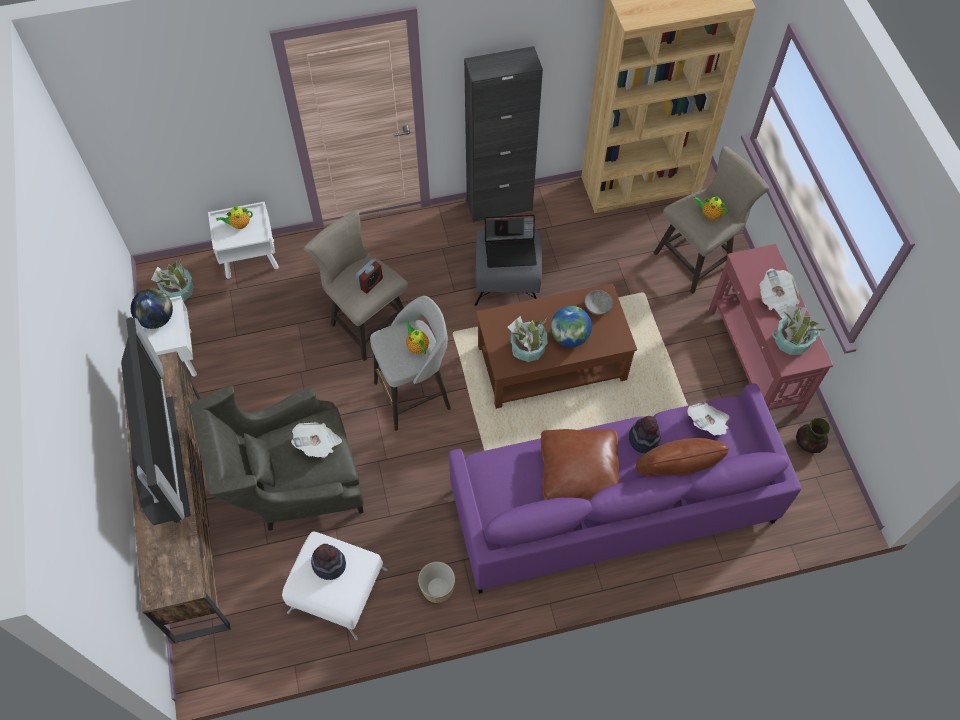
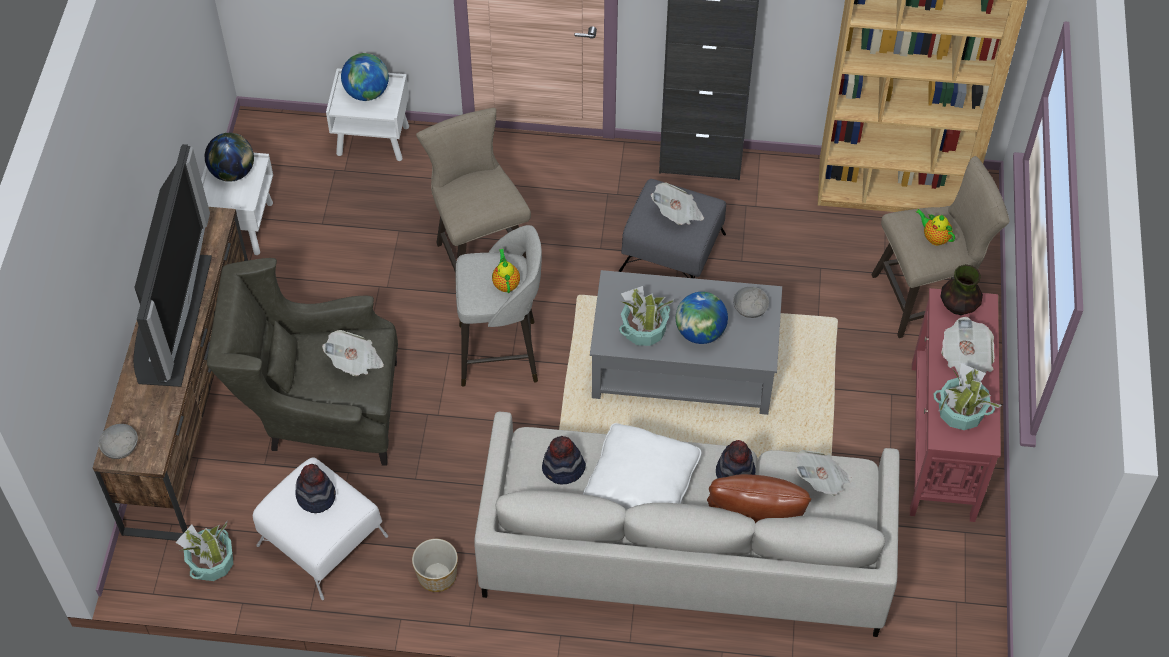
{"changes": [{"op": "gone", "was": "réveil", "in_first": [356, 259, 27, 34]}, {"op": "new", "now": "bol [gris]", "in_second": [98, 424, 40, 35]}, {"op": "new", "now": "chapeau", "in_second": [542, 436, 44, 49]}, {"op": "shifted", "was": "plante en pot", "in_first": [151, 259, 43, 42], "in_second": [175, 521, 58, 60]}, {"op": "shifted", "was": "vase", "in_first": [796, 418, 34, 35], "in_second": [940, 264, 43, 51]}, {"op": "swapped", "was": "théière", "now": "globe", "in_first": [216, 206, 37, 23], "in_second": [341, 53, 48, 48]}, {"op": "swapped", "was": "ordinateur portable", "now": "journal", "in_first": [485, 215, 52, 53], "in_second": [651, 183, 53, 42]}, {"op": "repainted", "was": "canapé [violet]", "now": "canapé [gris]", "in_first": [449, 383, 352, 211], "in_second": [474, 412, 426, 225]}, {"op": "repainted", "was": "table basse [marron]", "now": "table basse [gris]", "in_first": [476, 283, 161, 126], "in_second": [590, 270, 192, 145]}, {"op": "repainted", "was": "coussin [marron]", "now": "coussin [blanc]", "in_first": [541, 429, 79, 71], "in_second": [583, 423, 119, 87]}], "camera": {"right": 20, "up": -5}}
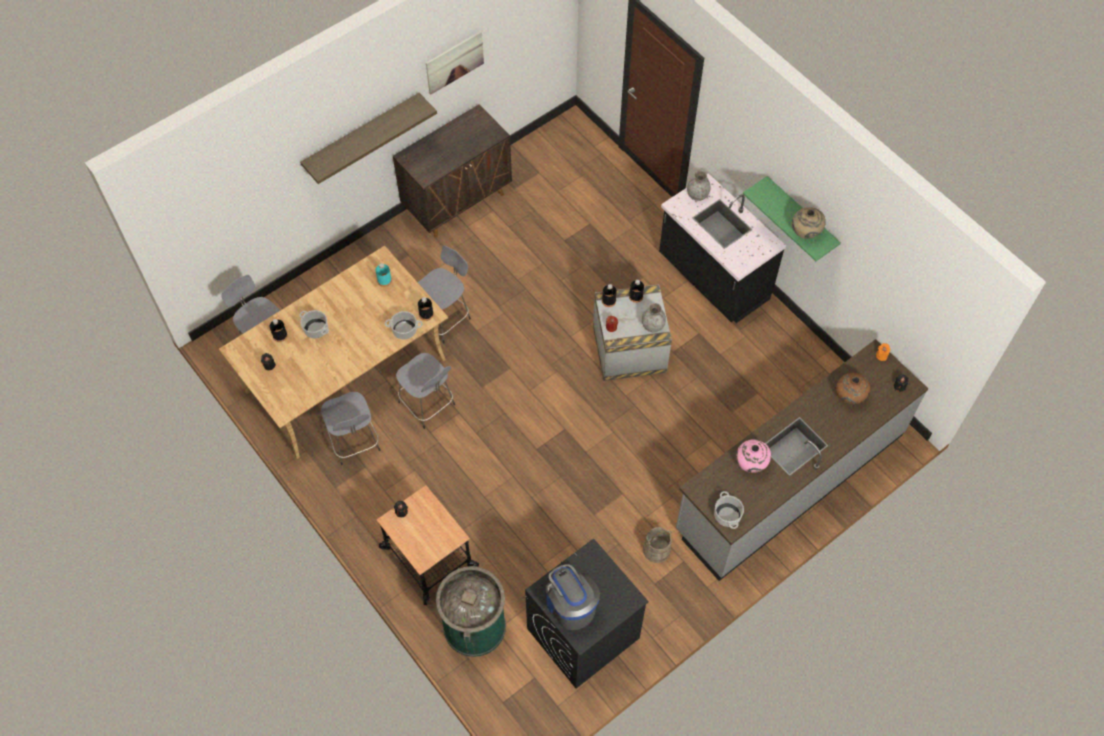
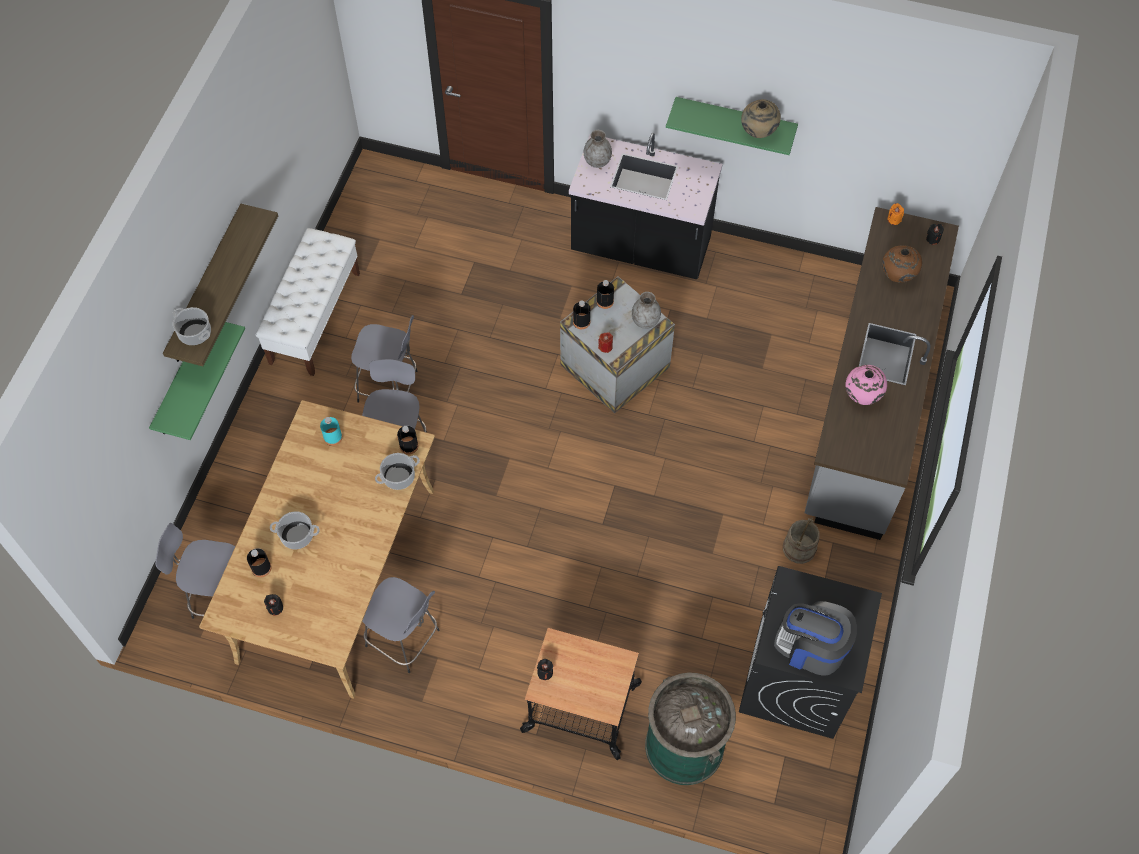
{"changes": [{"op": "gone", "was": "tableau", "in_first": [426, 31, 58, 64]}, {"op": "new", "now": "étagère [vert]", "in_second": [149, 322, 96, 118]}, {"op": "shifted", "was": "tabouret [gris]", "in_first": [396, 353, 59, 76], "in_second": [351, 315, 67, 88]}, {"op": "shifted", "was": "marmite", "in_first": [714, 491, 30, 38], "in_second": [173, 307, 38, 38]}, {"op": "swapped", "was": "meuble de rangement [marron]", "now": "banc [blanc]", "in_first": [393, 104, 119, 134], "in_second": [256, 228, 104, 148]}], "camera": {"right": -35, "up": 0}}
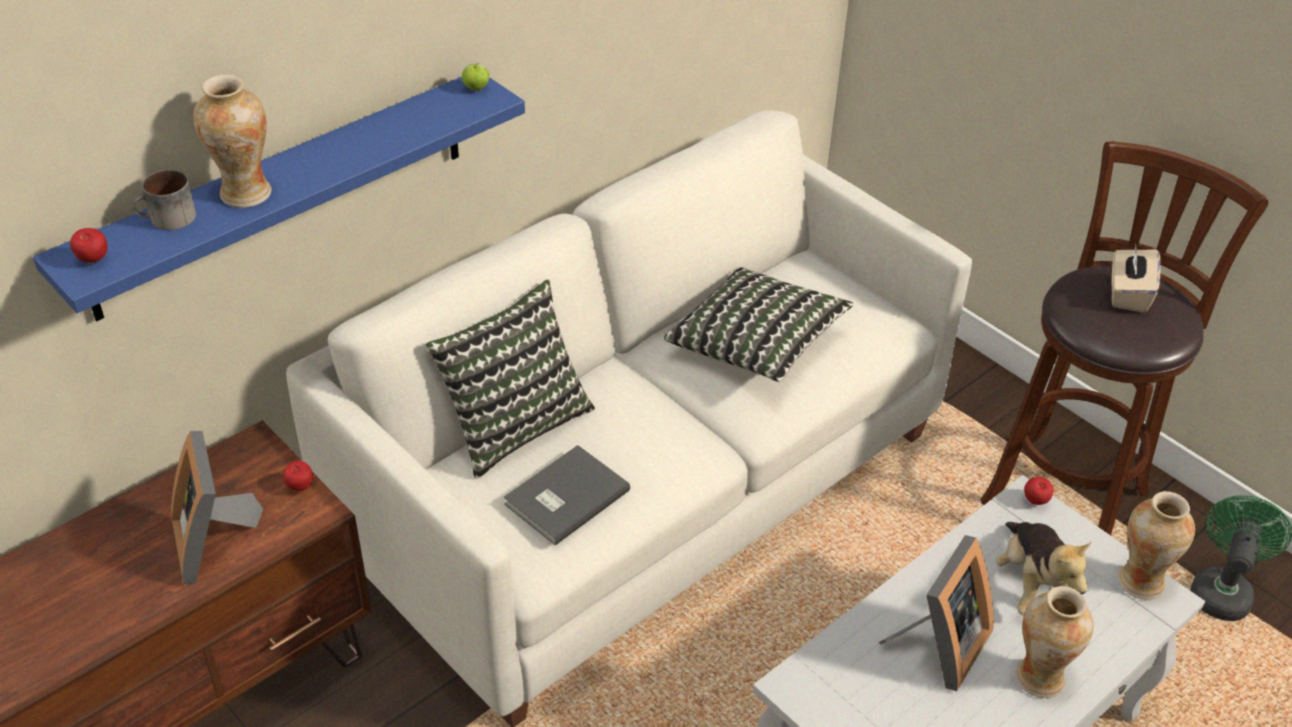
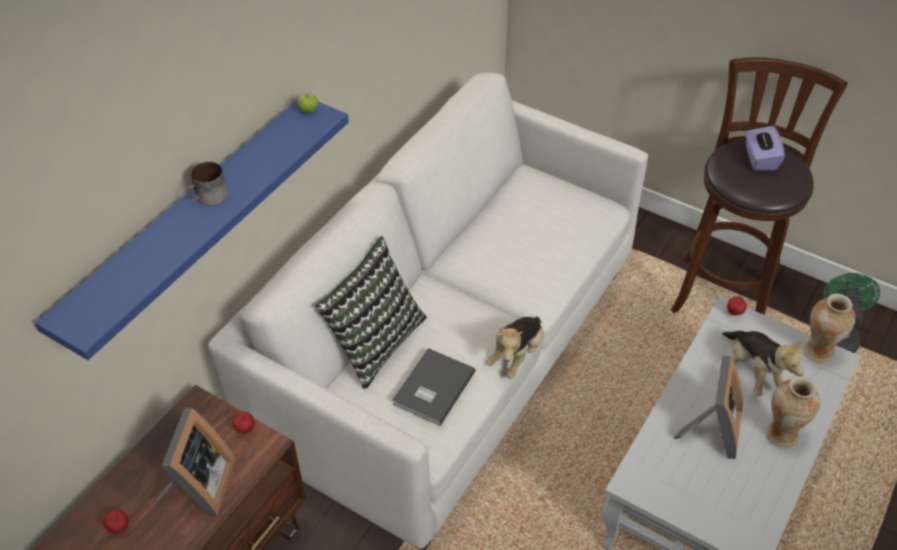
{"changes": [{"op": "gone", "was": "vase", "in_first": [193, 75, 79, 133]}, {"op": "gone", "was": "coussin", "in_first": [664, 267, 190, 115]}, {"op": "new", "now": "peluche", "in_second": [486, 316, 58, 63]}, {"op": "shifted", "was": "pomme", "in_first": [70, 228, 38, 35], "in_second": [103, 510, 26, 24]}, {"op": "shifted", "was": "mug", "in_first": [131, 170, 65, 60], "in_second": [186, 161, 42, 45]}, {"op": "repainted", "was": "boîte à mouchoirs [beige]", "now": "boîte à mouchoirs [violet]", "in_first": [1112, 245, 49, 68], "in_second": [745, 126, 40, 45]}, {"op": "rotated", "was": "cadre photo", "in_first": [171, 431, 92, 153], "in_second": [155, 408, 81, 109], "clockwise": -135}], "camera": {"right": -15, "up": 5}}
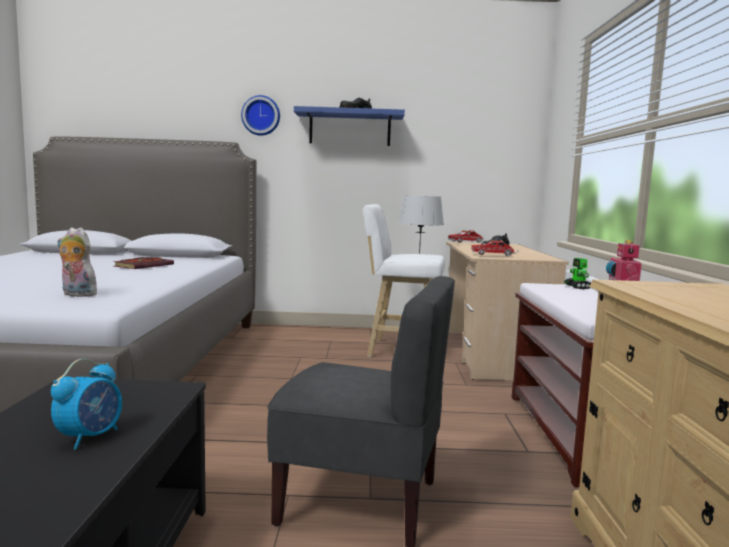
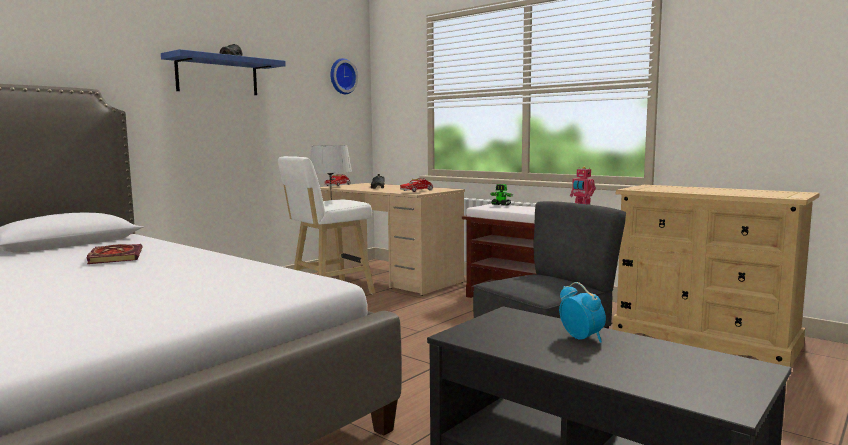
{"changes": [{"op": "gone", "was": "peluche", "in_first": [57, 228, 40, 69]}, {"op": "shifted", "was": "horloge murale", "in_first": [241, 95, 39, 41], "in_second": [330, 58, 28, 36]}], "camera": {"right": -50, "up": 0}}
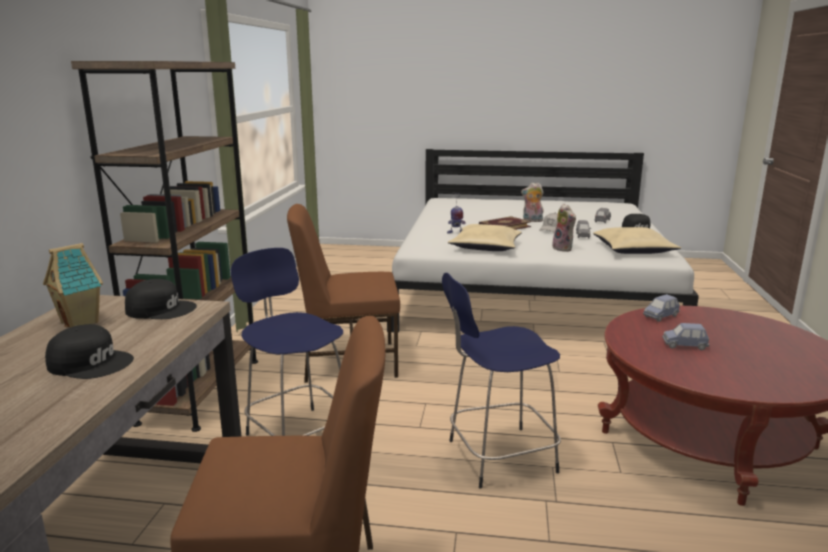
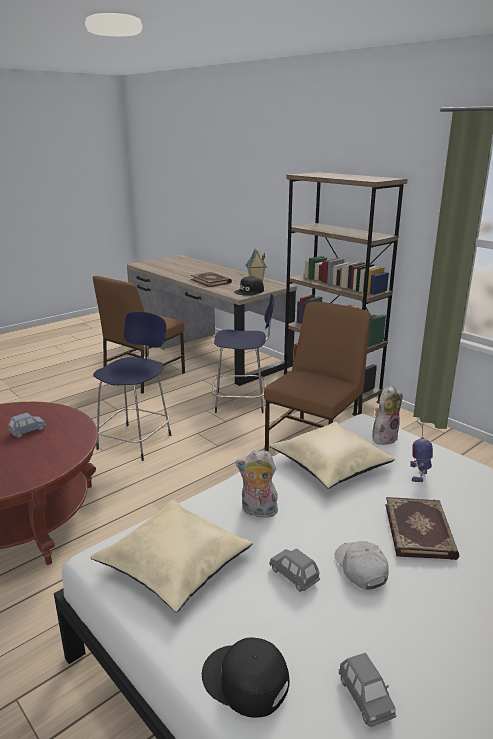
{"changes": [{"op": "gone", "was": "petite voiture [bleu]", "in_first": [643, 294, 37, 28]}, {"op": "shifted", "was": "peluche", "in_first": [521, 183, 23, 39], "in_second": [372, 386, 30, 60]}, {"op": "swapped", "was": "casquette [noir]", "now": "livre", "in_first": [45, 324, 89, 55], "in_second": [190, 272, 42, 15]}], "camera": {"right": 130, "up": 5}}
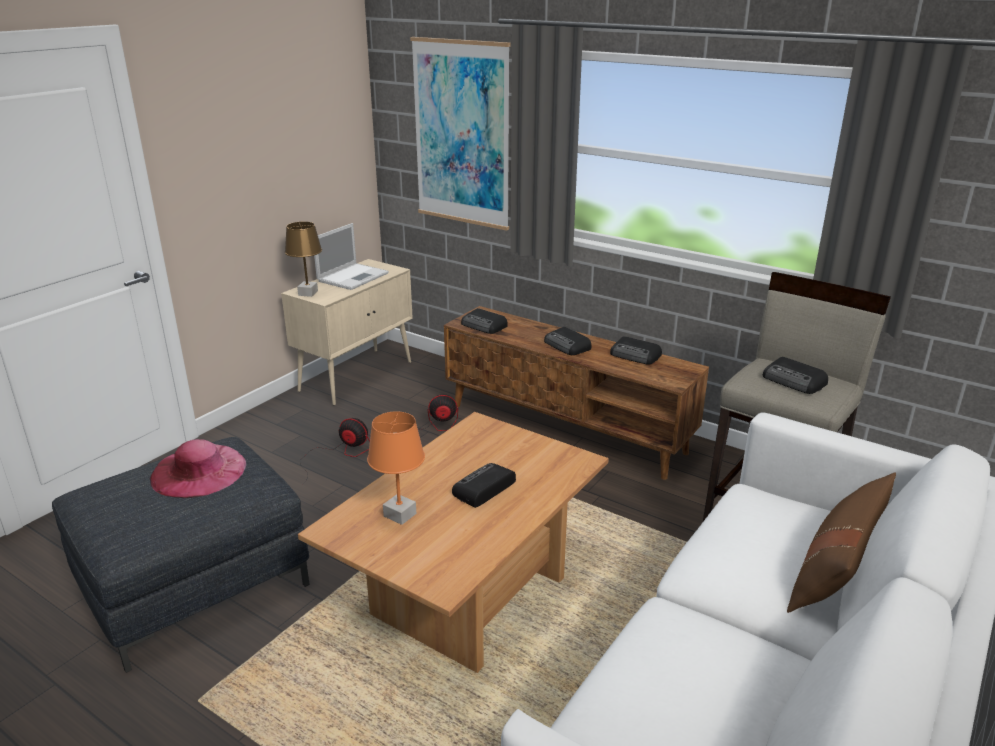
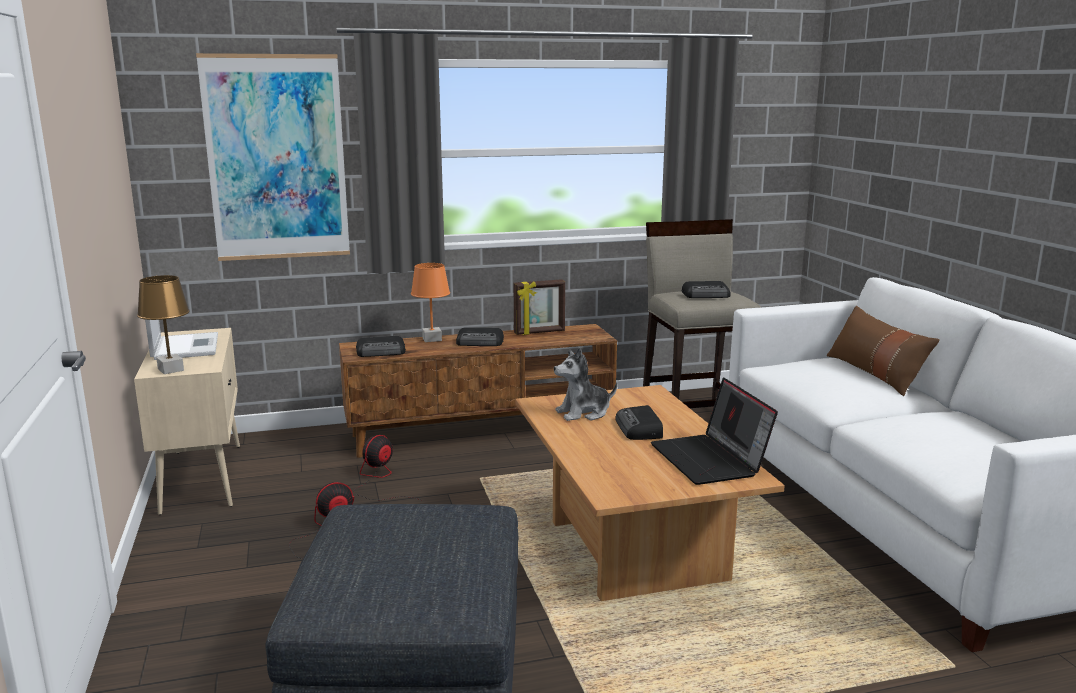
{"changes": [{"op": "gone", "was": "chapeau [rose]", "in_first": [150, 439, 96, 59]}, {"op": "new", "now": "peluche", "in_second": [554, 348, 63, 73]}, {"op": "new", "now": "ordinateur portable", "in_second": [651, 377, 127, 108]}, {"op": "shifted", "was": "lampe de table [orange]", "in_first": [367, 411, 58, 114], "in_second": [411, 263, 39, 79]}, {"op": "swapped", "was": "radio", "now": "cadre photo", "in_first": [610, 336, 52, 29], "in_second": [514, 279, 51, 56]}], "camera": {"right": -50, "up": -10}}
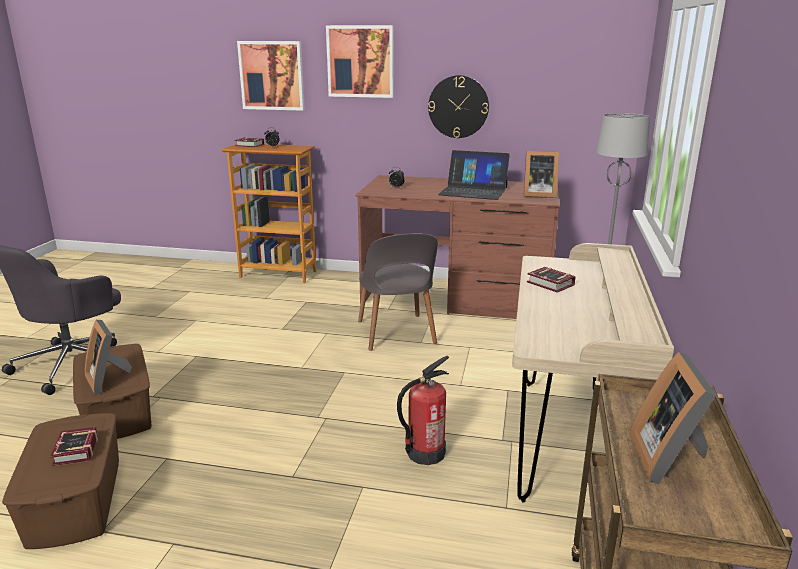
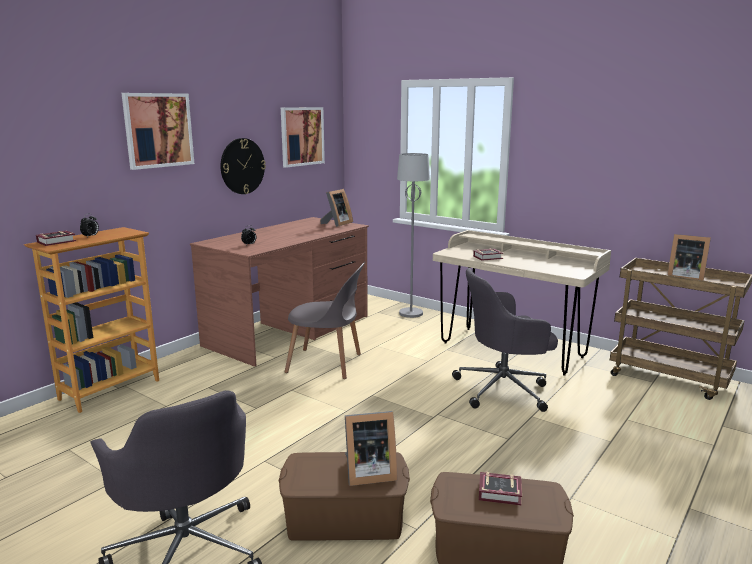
{"changes": [{"op": "gone", "was": "ordinateur portable", "in_first": [438, 150, 72, 50]}, {"op": "shifted", "was": "tableau", "in_first": [237, 41, 68, 70], "in_second": [281, 107, 44, 61]}, {"op": "swapped", "was": "extincteur", "now": "chaise de bureau [gris]", "in_first": [397, 356, 52, 109], "in_second": [452, 268, 106, 144]}], "camera": {"right": -65, "up": -5}}
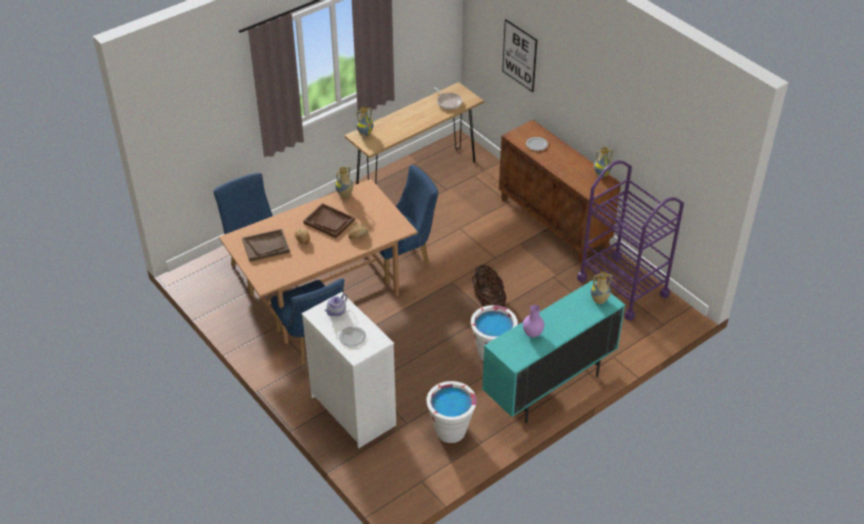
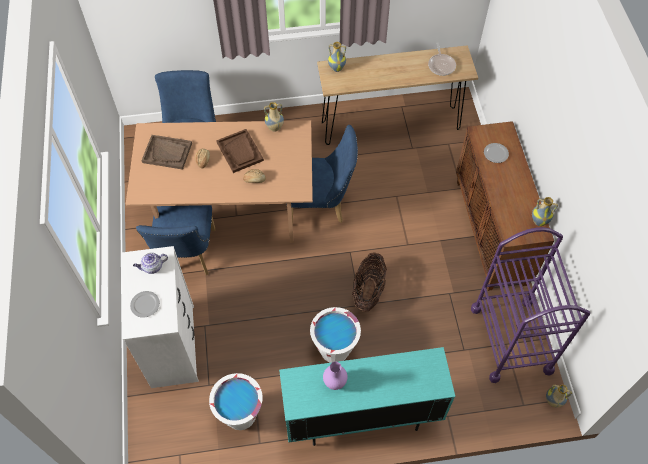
{"changes": [{"op": "gone", "was": "tableau", "in_first": [502, 19, 35, 73]}, {"op": "shifted", "was": "vase", "in_first": [591, 272, 21, 32], "in_second": [546, 385, 26, 23]}], "camera": {"right": 30, "up": 15}}
